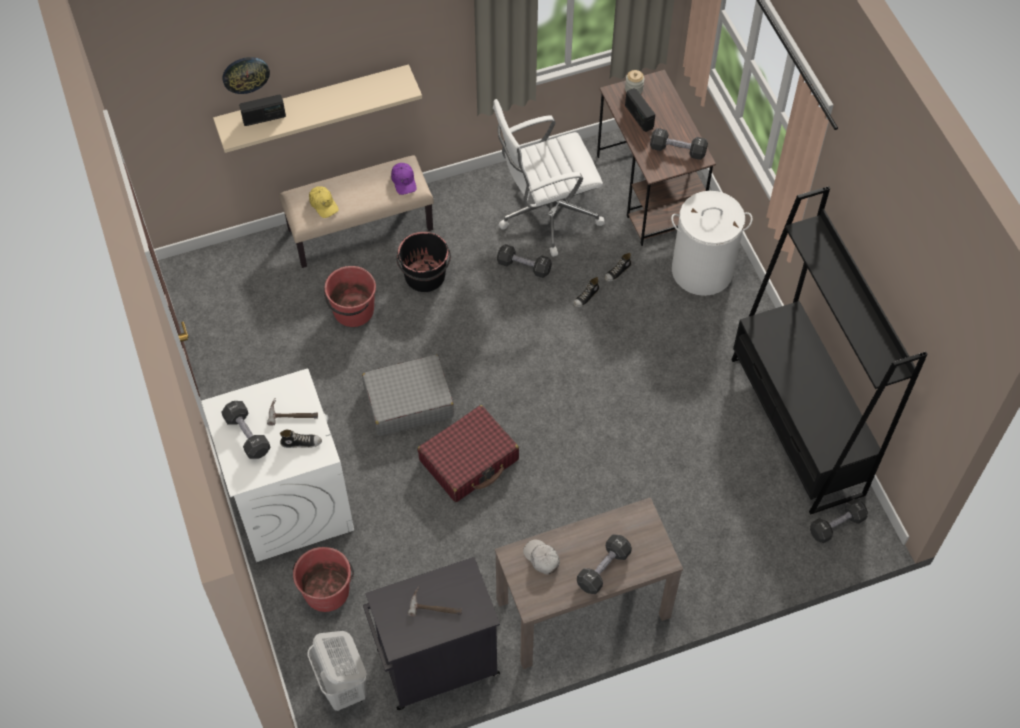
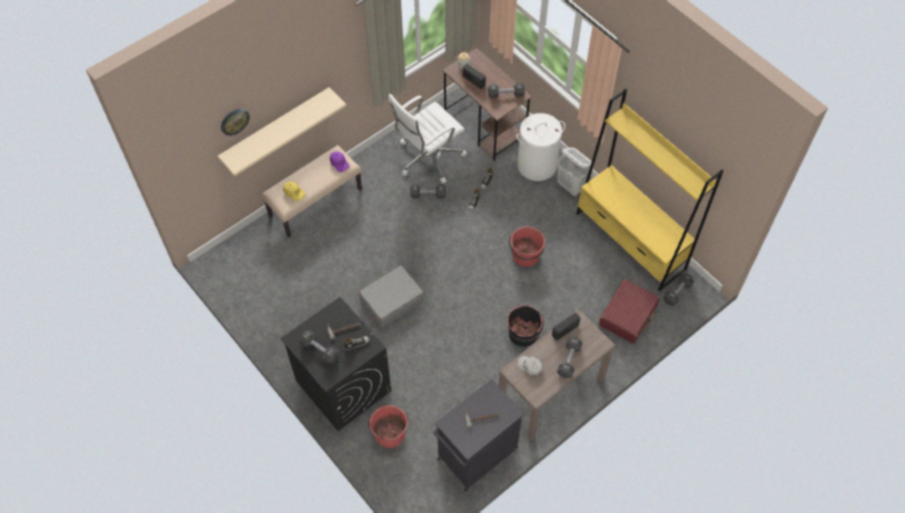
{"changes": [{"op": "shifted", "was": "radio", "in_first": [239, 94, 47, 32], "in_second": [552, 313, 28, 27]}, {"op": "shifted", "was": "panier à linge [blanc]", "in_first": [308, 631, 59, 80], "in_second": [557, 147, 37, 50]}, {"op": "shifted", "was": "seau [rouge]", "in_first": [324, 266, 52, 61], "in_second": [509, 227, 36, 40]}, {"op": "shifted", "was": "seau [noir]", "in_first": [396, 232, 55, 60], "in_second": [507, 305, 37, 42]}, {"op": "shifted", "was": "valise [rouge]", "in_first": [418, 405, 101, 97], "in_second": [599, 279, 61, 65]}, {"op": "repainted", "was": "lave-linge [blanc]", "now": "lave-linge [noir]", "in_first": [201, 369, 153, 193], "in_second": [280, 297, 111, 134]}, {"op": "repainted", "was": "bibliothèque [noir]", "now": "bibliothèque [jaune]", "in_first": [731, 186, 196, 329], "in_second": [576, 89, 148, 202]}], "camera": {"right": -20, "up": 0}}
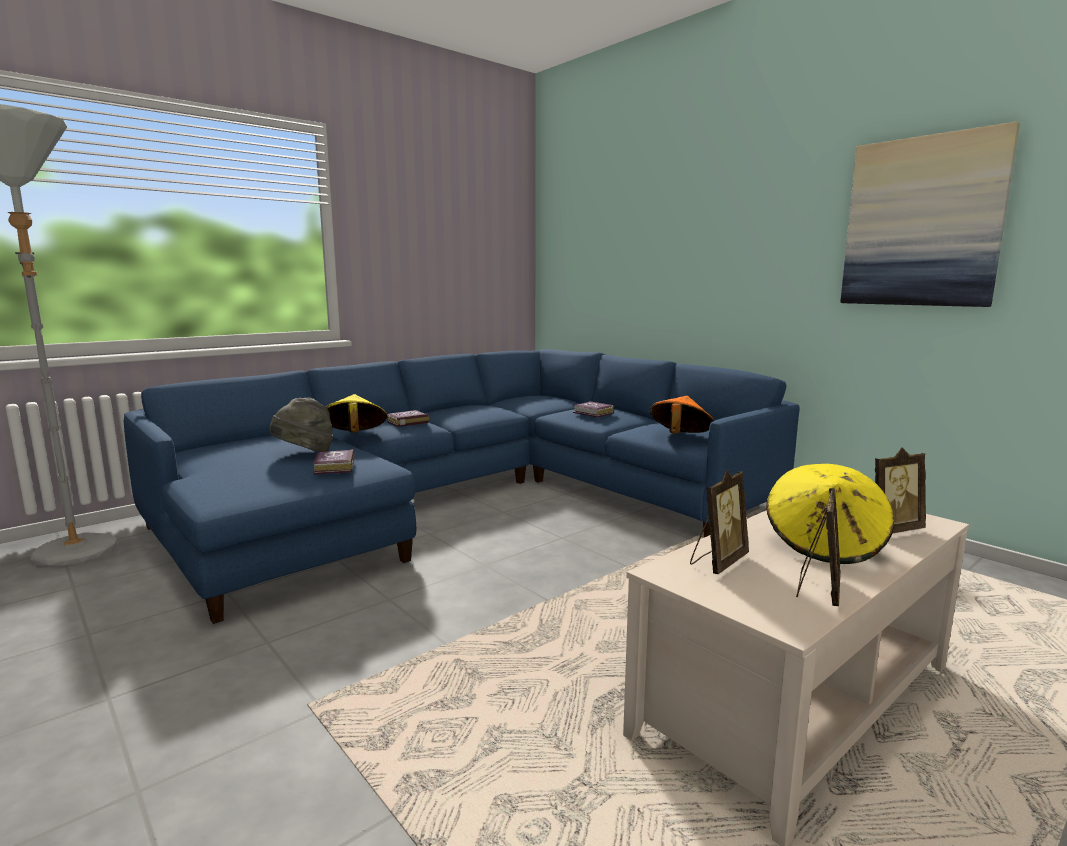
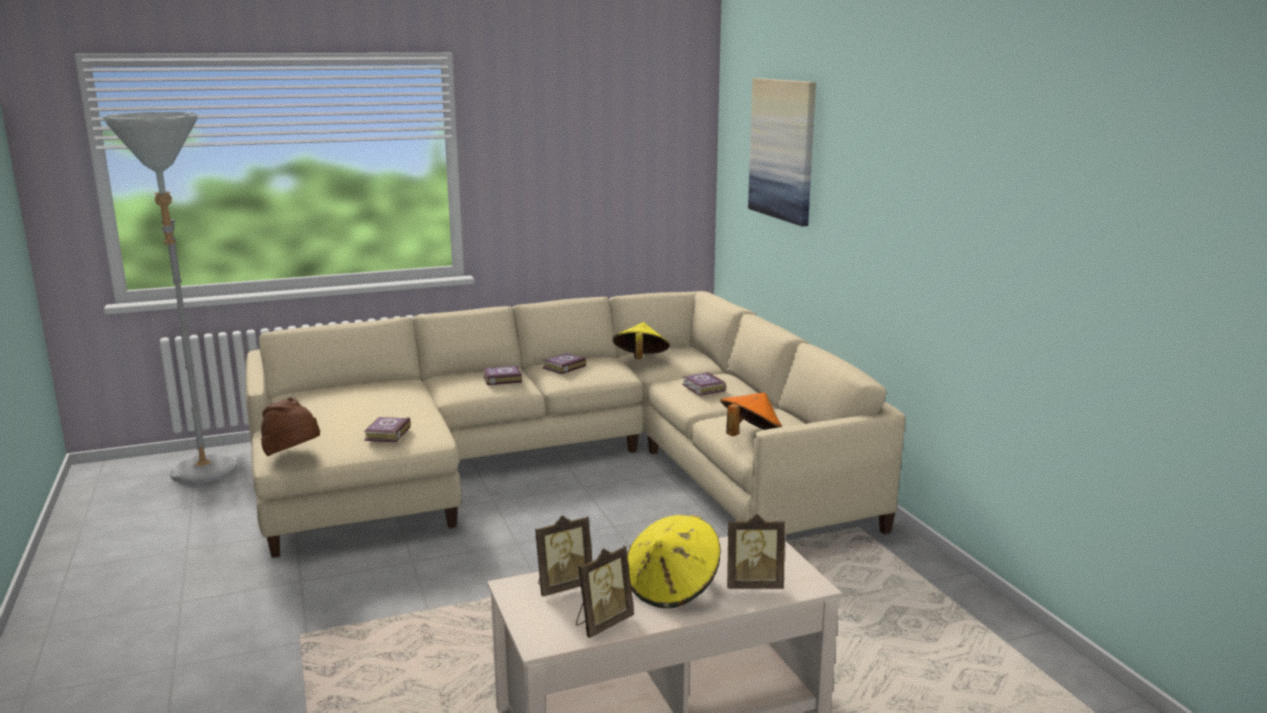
{"changes": [{"op": "gone", "was": "chapeau [gris]", "in_first": [270, 398, 63, 54]}, {"op": "new", "now": "chapeau [marron]", "in_second": [261, 398, 59, 58]}, {"op": "new", "now": "livre", "in_second": [543, 353, 43, 21]}, {"op": "shifted", "was": "chapeau [jaune]", "in_first": [325, 394, 62, 39], "in_second": [613, 322, 57, 37]}, {"op": "shifted", "was": "tableau", "in_first": [840, 121, 180, 186], "in_second": [748, 78, 68, 148]}, {"op": "repainted", "was": "canapé [bleu]", "now": "canapé [beige]", "in_first": [124, 349, 676, 275], "in_second": [246, 291, 660, 267]}], "camera": {"right": 20, "up": 5}}
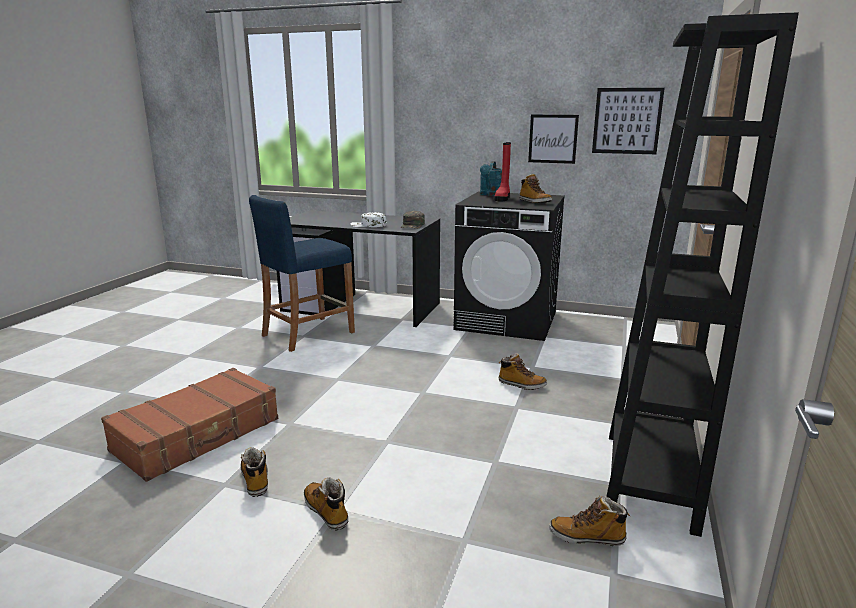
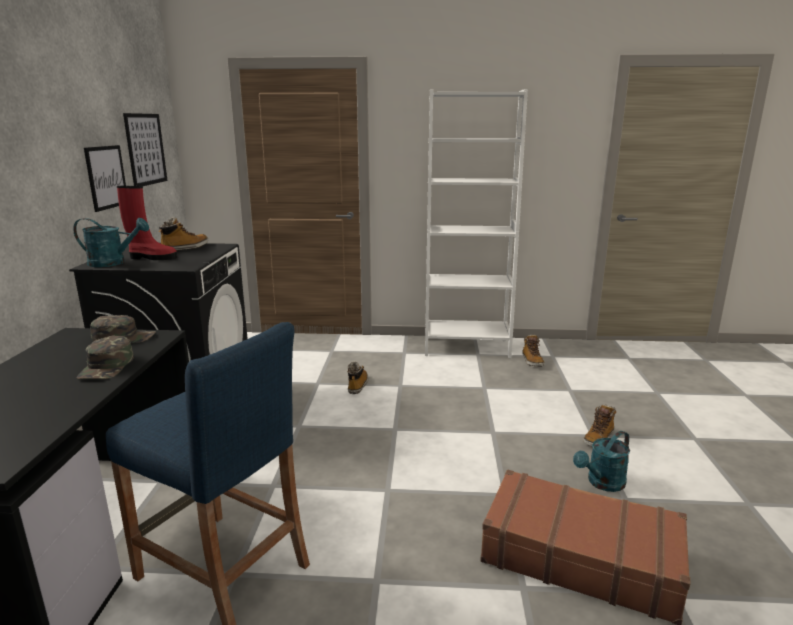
{"changes": [{"op": "swapped", "was": "botte", "now": "arrosoir [turquoise]", "in_first": [241, 447, 27, 50], "in_second": [573, 431, 57, 61]}, {"op": "repainted", "was": "casquette [blanc]", "now": "casquette [vert]", "in_first": [351, 212, 35, 15], "in_second": [77, 335, 57, 44]}, {"op": "repainted", "was": "bibliothèque [noir]", "now": "bibliothèque [blanc]", "in_first": [606, 12, 193, 525], "in_second": [425, 89, 103, 269]}], "camera": {"right": -105, "up": 0}}
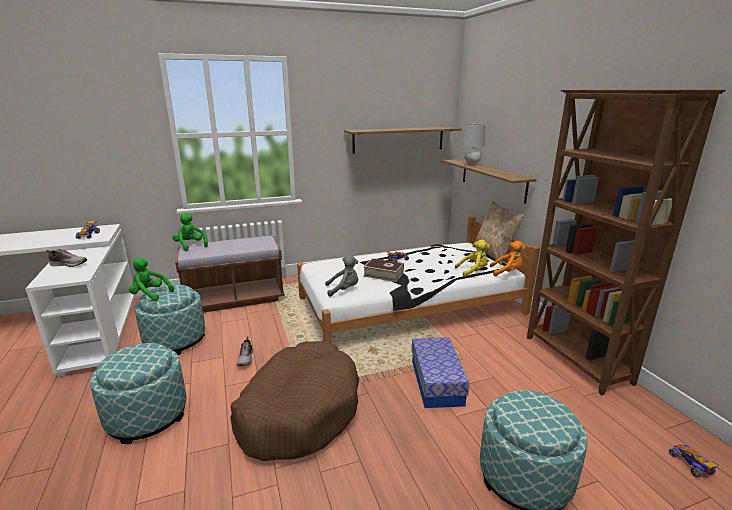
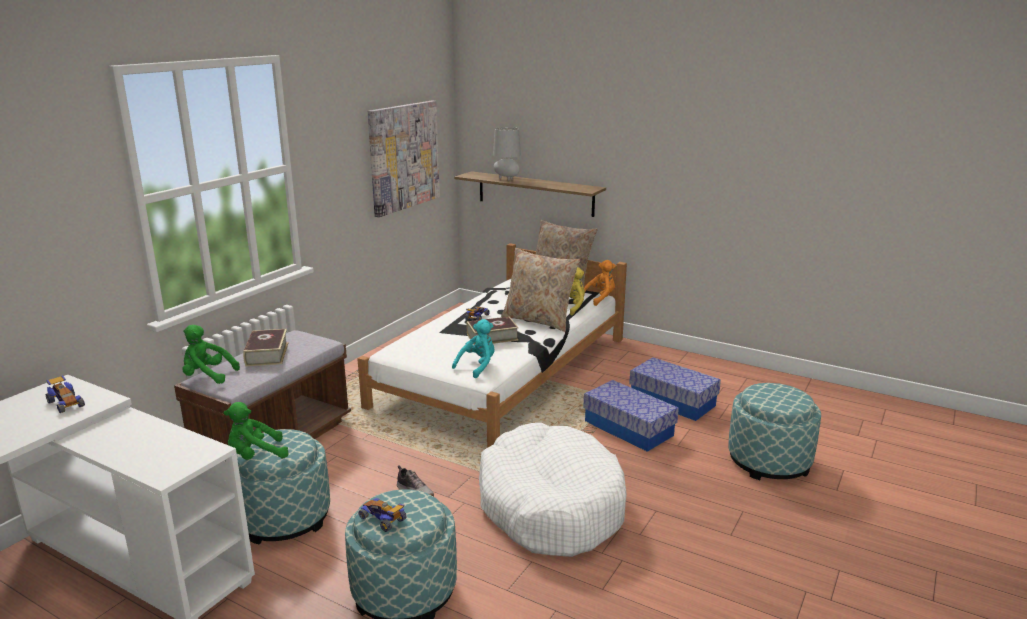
{"changes": [{"op": "gone", "was": "chaussure", "in_first": [46, 249, 41, 18]}, {"op": "gone", "was": "bibliothèque [marron]", "in_first": [527, 90, 199, 305]}, {"op": "new", "now": "livre", "in_second": [243, 329, 45, 37]}, {"op": "new", "now": "coussin [beige]", "in_second": [501, 248, 79, 84]}, {"op": "new", "now": "boîte de rangement", "in_second": [629, 357, 92, 64]}, {"op": "shifted", "was": "petite voiture", "in_first": [669, 444, 50, 34], "in_second": [358, 498, 49, 34]}, {"op": "swapped", "was": "étagère", "now": "tableau", "in_first": [344, 127, 118, 27], "in_second": [368, 101, 72, 116]}, {"op": "repainted", "was": "panier pour chien [marron]", "now": "panier pour chien [blanc]", "in_first": [230, 341, 129, 120], "in_second": [479, 423, 148, 134]}, {"op": "repainted", "was": "peluche [gris]", "now": "peluche [turquoise]", "in_first": [325, 255, 34, 42], "in_second": [452, 319, 43, 59]}], "camera": {"right": -40, "up": 0}}
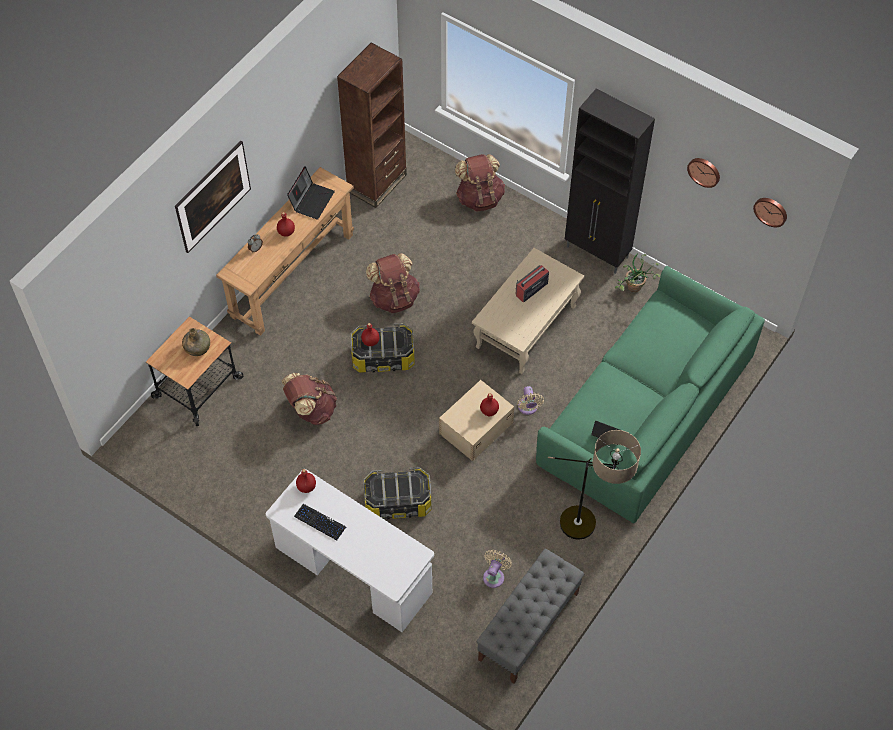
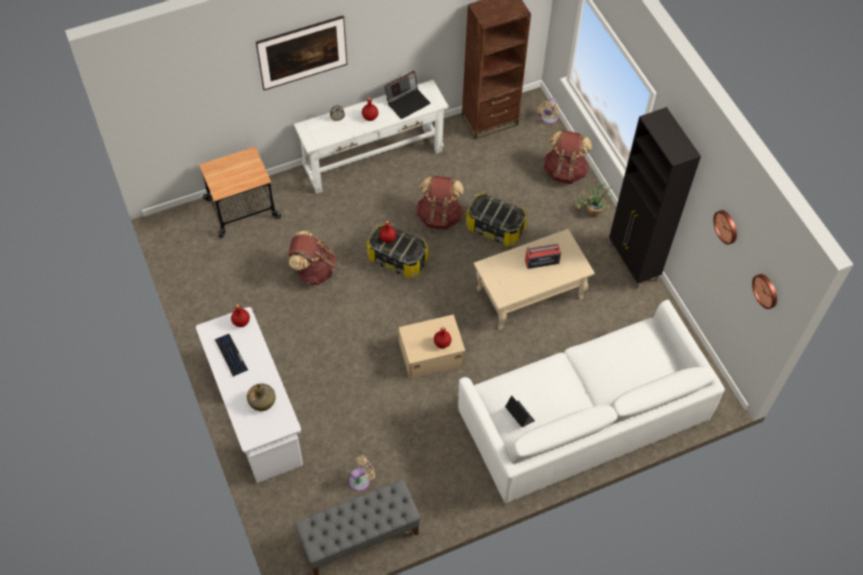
{"changes": [{"op": "gone", "was": "lampadaire", "in_first": [548, 430, 93, 110]}, {"op": "shifted", "was": "bouteille [vert]", "in_first": [182, 328, 28, 28], "in_second": [247, 383, 29, 28]}, {"op": "shifted", "was": "boîte de rangement", "in_first": [363, 467, 68, 52], "in_second": [466, 191, 62, 55]}, {"op": "shifted", "was": "ventilateur [beige]", "in_first": [517, 386, 27, 29], "in_second": [538, 98, 22, 26]}, {"op": "shifted", "was": "plante en pot", "in_first": [615, 253, 45, 39], "in_second": [574, 183, 39, 34]}, {"op": "repainted", "was": "table console [marron]", "now": "table console [blanc]", "in_first": [216, 167, 138, 169], "in_second": [294, 80, 155, 114]}, {"op": "repainted", "was": "canapé [vert]", "now": "canapé [blanc]", "in_first": [536, 266, 229, 257], "in_second": [458, 300, 267, 203]}], "camera": {"right": 30, "up": 0}}
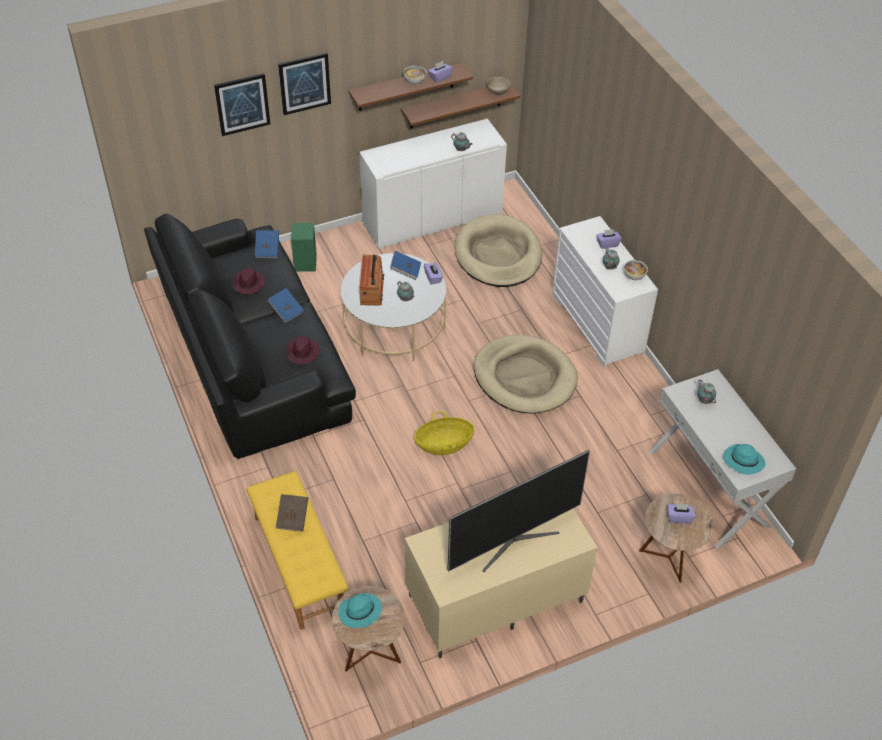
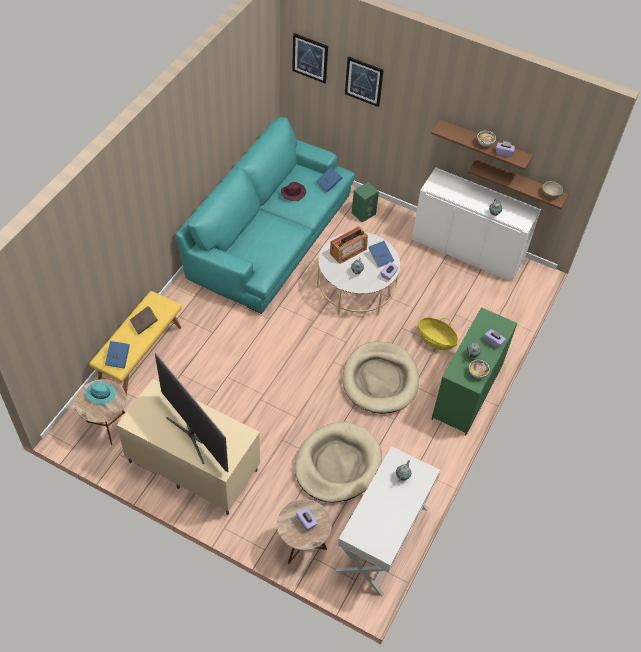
{"changes": [{"op": "gone", "was": "chapeau [violet]", "in_first": [286, 336, 33, 28]}, {"op": "gone", "was": "chapeau [turquoise]", "in_first": [723, 444, 42, 31]}, {"op": "shifted", "was": "livre [bleu]", "in_first": [267, 288, 37, 35], "in_second": [105, 341, 25, 27]}, {"op": "shifted", "was": "tableau", "in_first": [278, 52, 53, 63], "in_second": [292, 33, 36, 50]}, {"op": "shifted", "was": "panier", "in_first": [414, 411, 61, 44], "in_second": [418, 317, 40, 33]}, {"op": "shifted", "was": "panier pour chien [beige]", "in_first": [454, 214, 88, 73], "in_second": [295, 422, 87, 81]}, {"op": "repainted", "was": "canapé [noir]", "now": "canapé [turquoise]", "in_first": [144, 214, 212, 245], "in_second": [176, 117, 179, 197]}, {"op": "repainted", "was": "commode [blanc]", "now": "commode [vert]", "in_first": [552, 216, 106, 152], "in_second": [431, 307, 86, 129]}, {"op": "rotated", "was": "téléviseur", "in_first": [447, 450, 143, 122], "in_second": [155, 353, 73, 119], "clockwise": -150}], "camera": {"right": 50, "up": 5}}
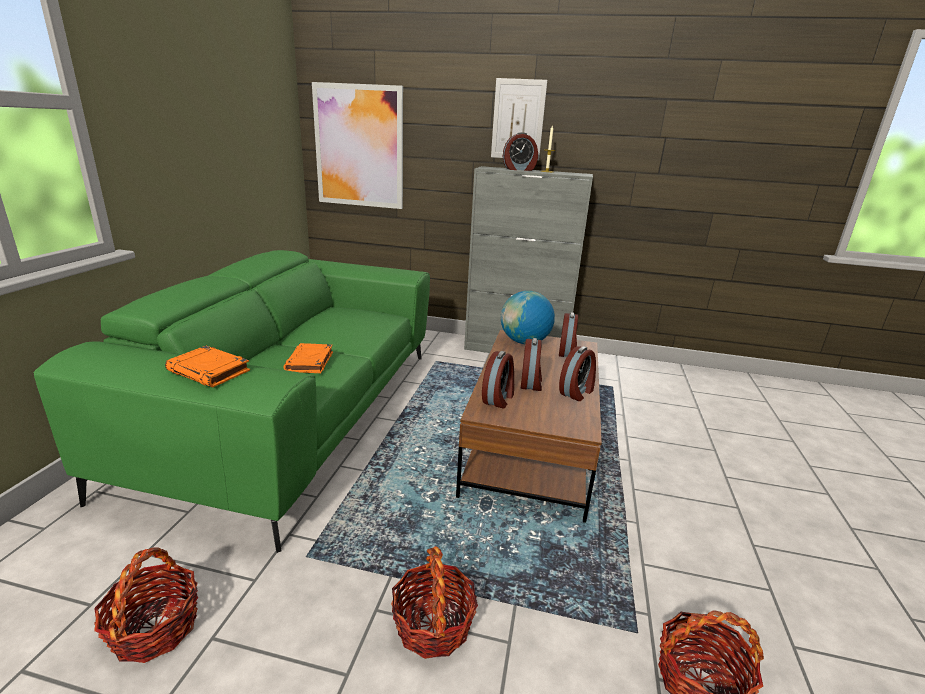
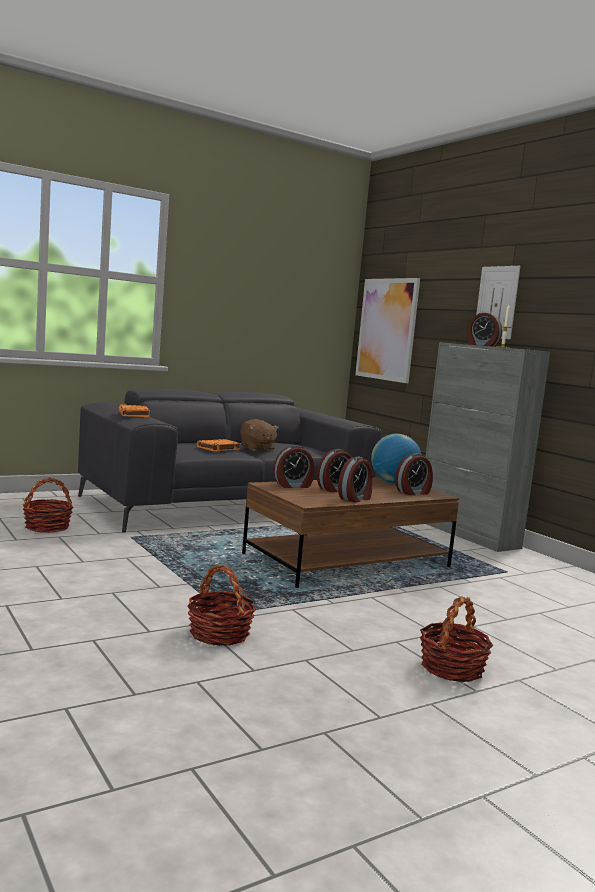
{"changes": [{"op": "new", "now": "peluche [marron]", "in_second": [240, 419, 39, 32]}, {"op": "shifted", "was": "panier", "in_first": [391, 546, 87, 113], "in_second": [420, 596, 73, 86]}, {"op": "repainted", "was": "canapé [vert]", "now": "canapé [gris]", "in_first": [33, 250, 397, 303], "in_second": [78, 389, 303, 144]}, {"op": "rotated", "was": "réveil", "in_first": [559, 346, 37, 55], "in_second": [338, 457, 35, 46], "clockwise": -45}], "camera": {"right": 45, "up": -15}}
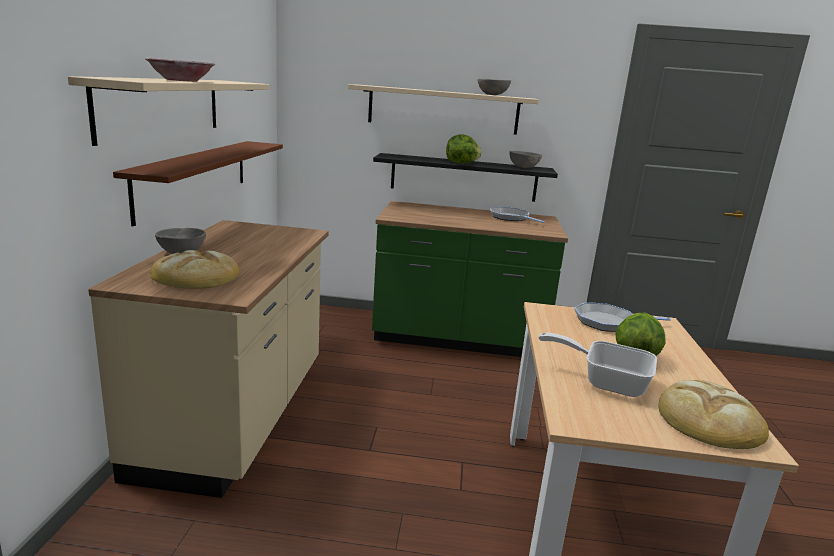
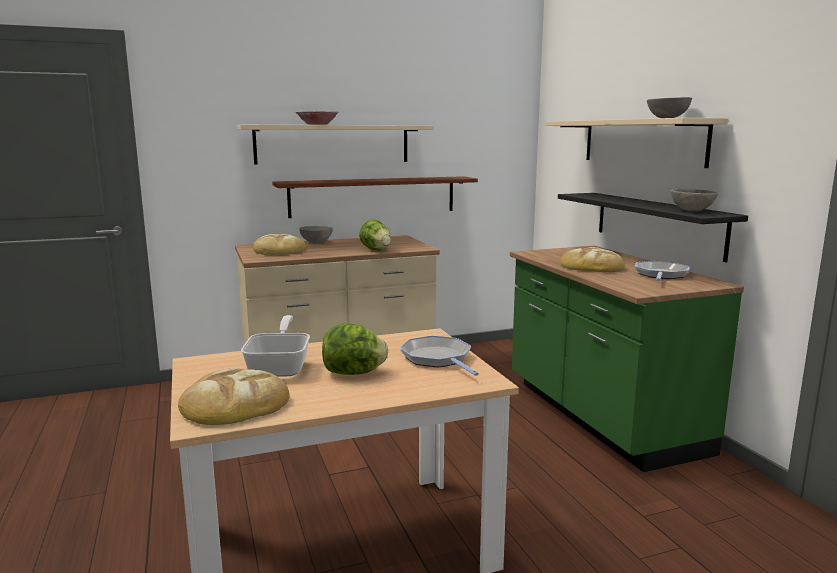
{"changes": [{"op": "new", "now": "pain", "in_second": [560, 247, 65, 25]}, {"op": "shifted", "was": "laitue", "in_first": [446, 134, 36, 29], "in_second": [359, 219, 32, 32]}], "camera": {"right": 65, "up": -5}}
